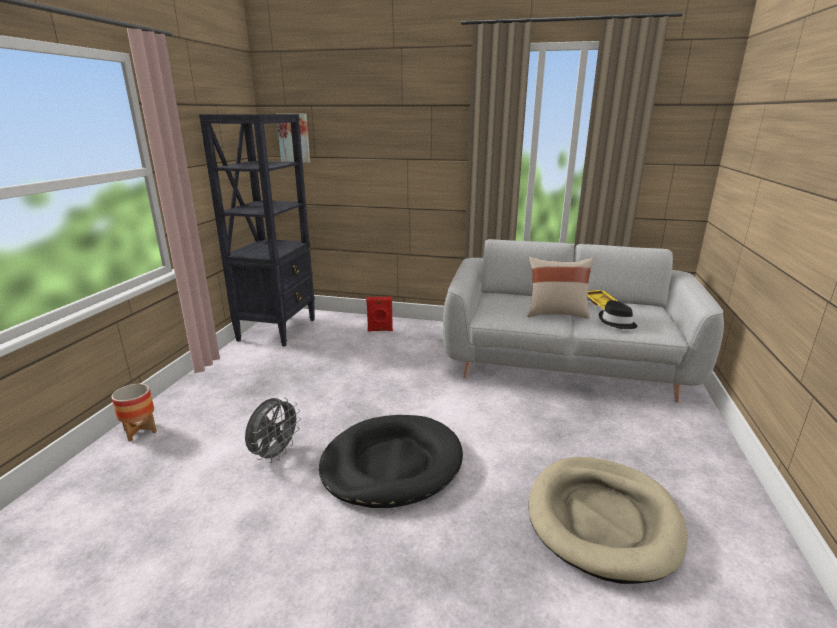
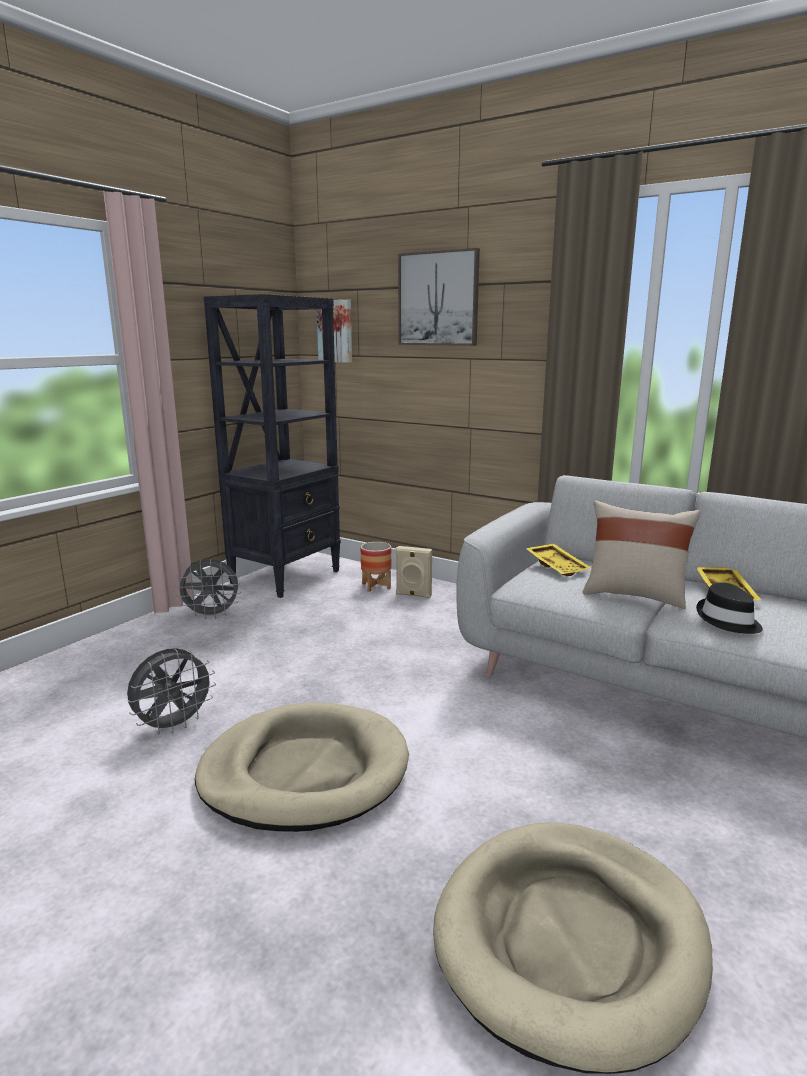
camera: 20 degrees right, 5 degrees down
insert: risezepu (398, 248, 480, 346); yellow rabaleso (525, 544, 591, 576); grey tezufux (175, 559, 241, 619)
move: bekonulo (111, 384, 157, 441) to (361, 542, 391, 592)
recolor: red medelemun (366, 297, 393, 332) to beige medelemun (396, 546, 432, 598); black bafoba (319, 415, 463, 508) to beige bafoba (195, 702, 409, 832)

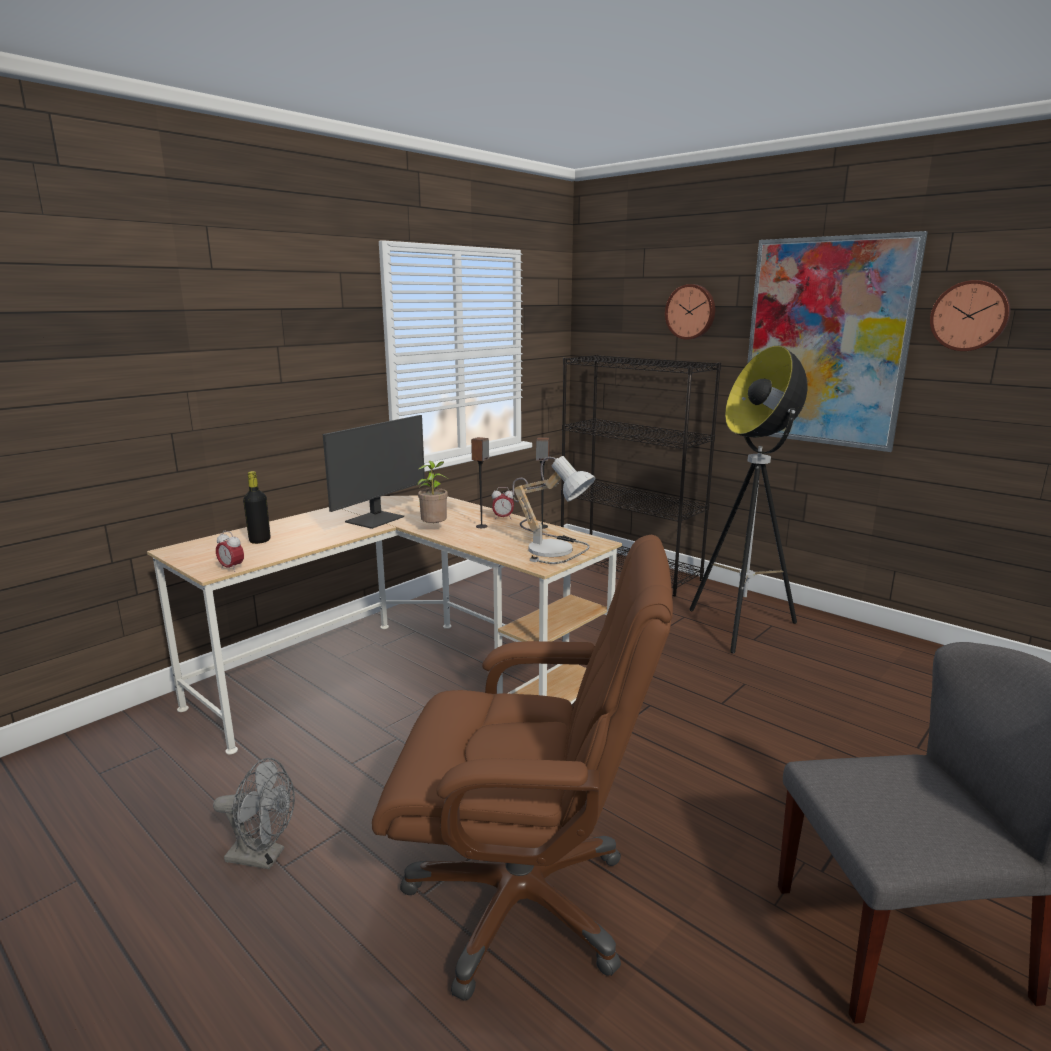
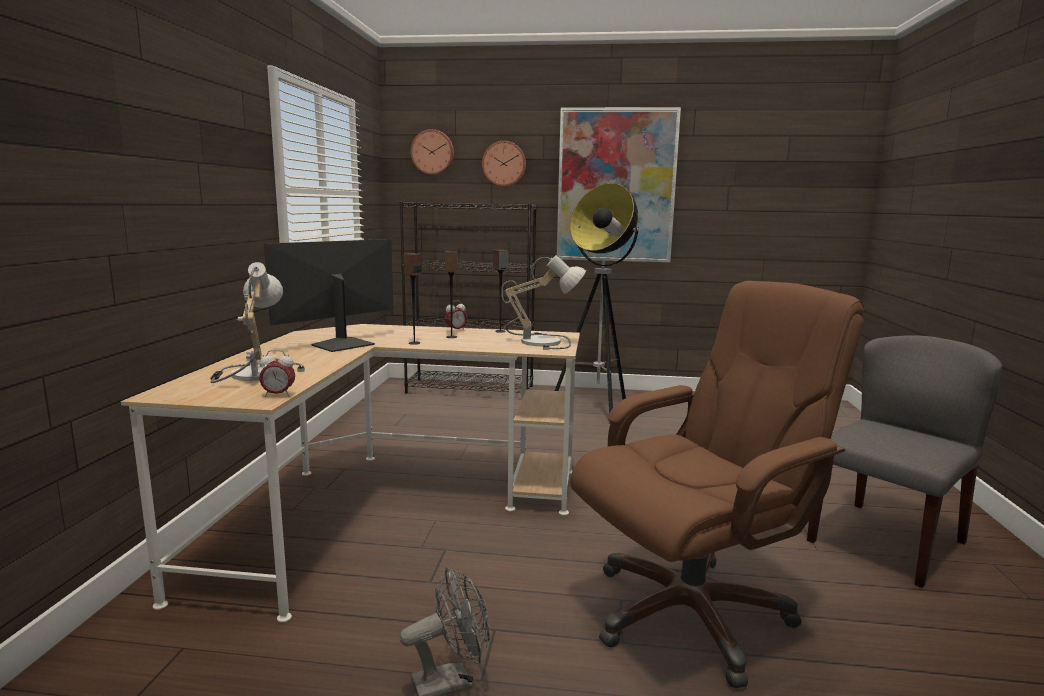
camera: 35 degrees left, 5 degrees down
move: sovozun (930, 280, 1010, 351) to (410, 129, 454, 175)
replace: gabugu (417, 461, 448, 523) to medelemun (403, 253, 422, 345); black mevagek (243, 471, 270, 544) to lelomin (211, 262, 305, 383)
rotate: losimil (323, 415, 425, 529) = (264, 239, 393, 352) 135 degrees counterclockwise

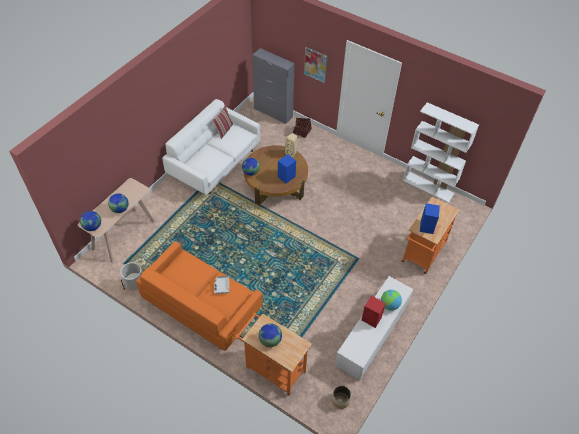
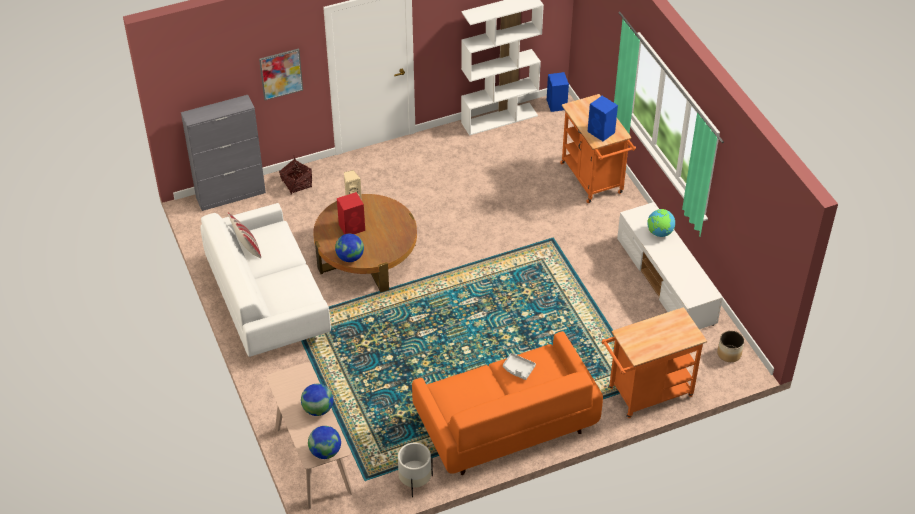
camera: 55 degrees left, 5 degrees down
delete: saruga (259, 323, 282, 347)
move: blue medelemun (278, 154, 296, 183) to (547, 72, 569, 112); red medelemun (362, 296, 386, 328) to (337, 192, 365, 234)

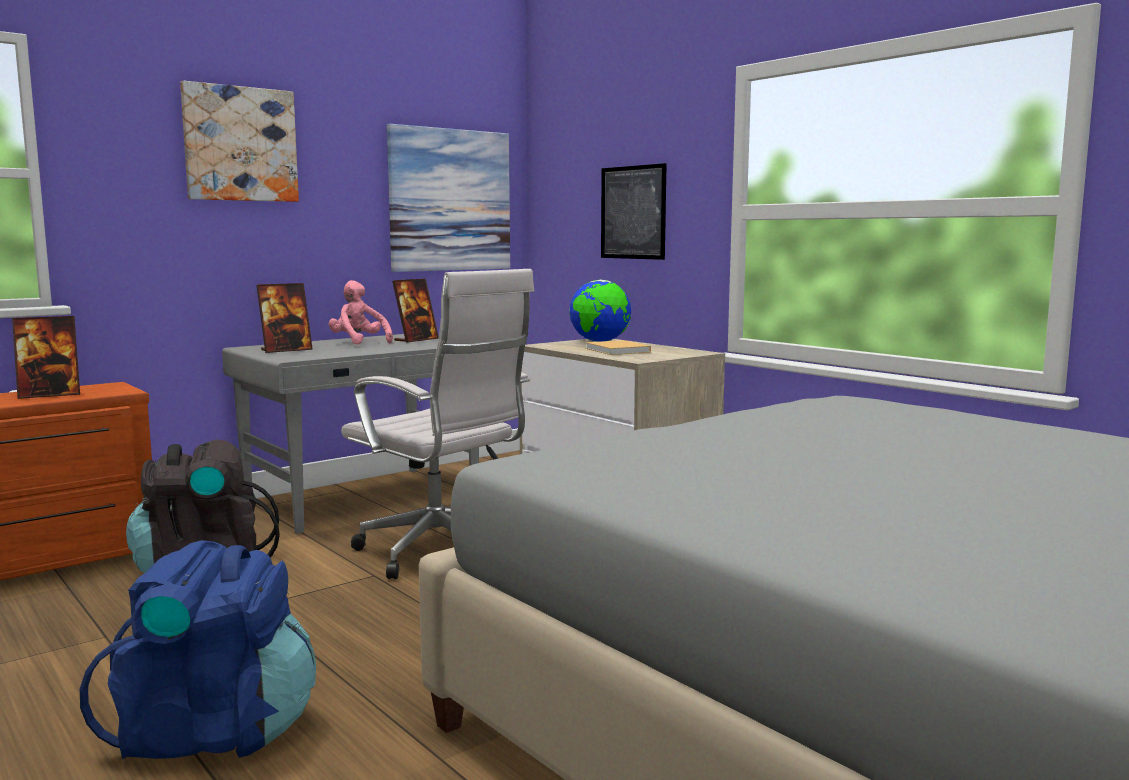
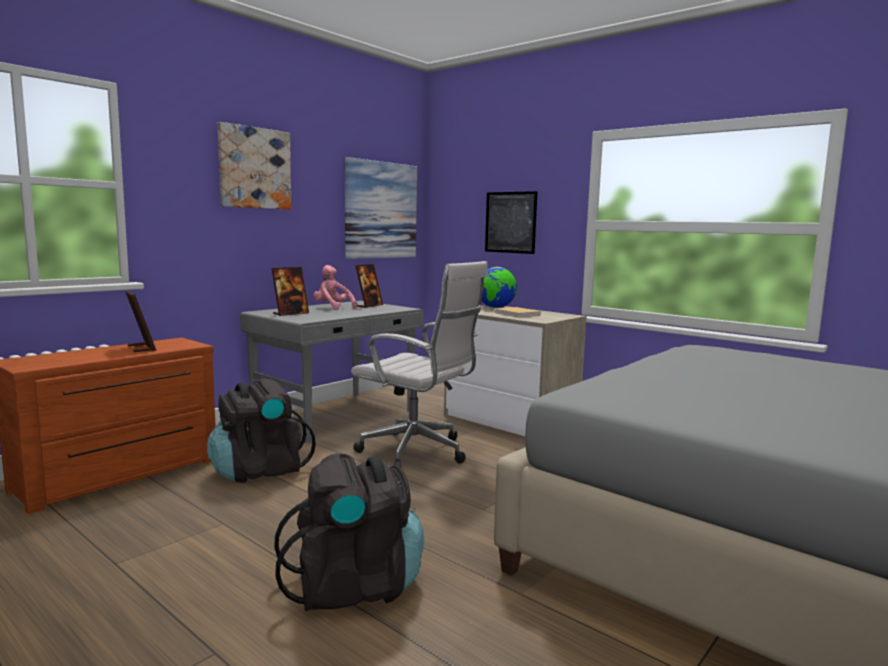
camera: 10 degrees left, 0 degrees up
recolor: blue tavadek (80, 540, 316, 759) to black tavadek (274, 453, 424, 612)
rotate: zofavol (12, 316, 80, 399) = (125, 291, 156, 352) 90 degrees counterclockwise

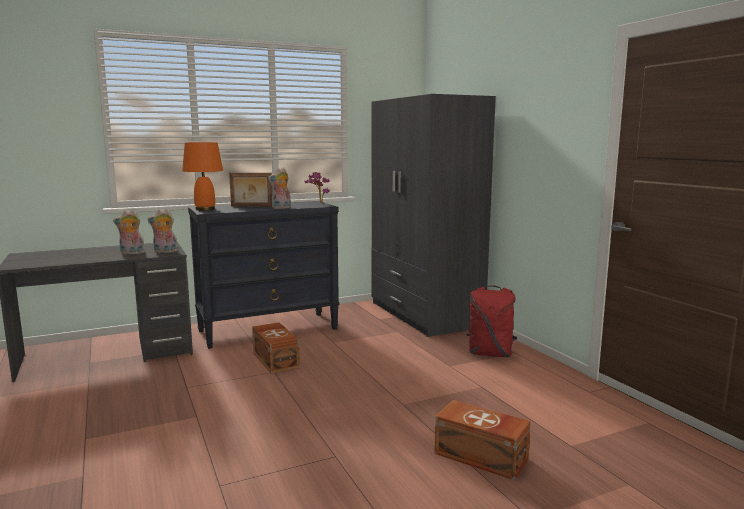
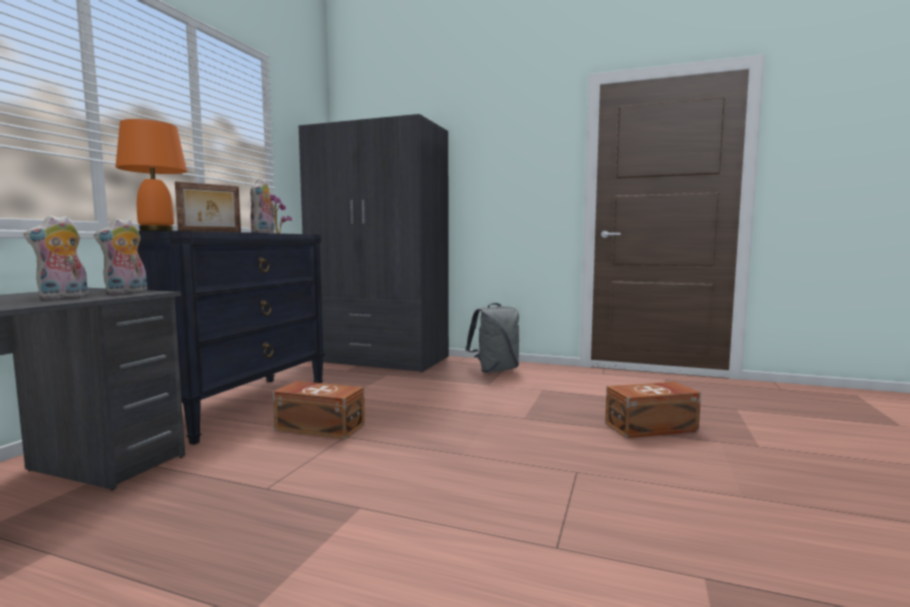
camera: 45 degrees left, 5 degrees down
recolor: red tavadek (467, 285, 517, 357) to grey tavadek (465, 303, 519, 373)

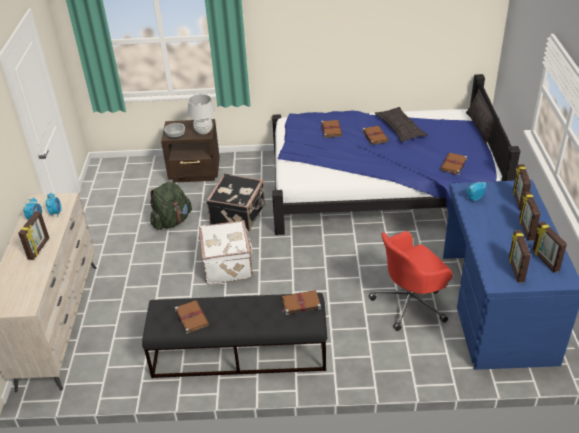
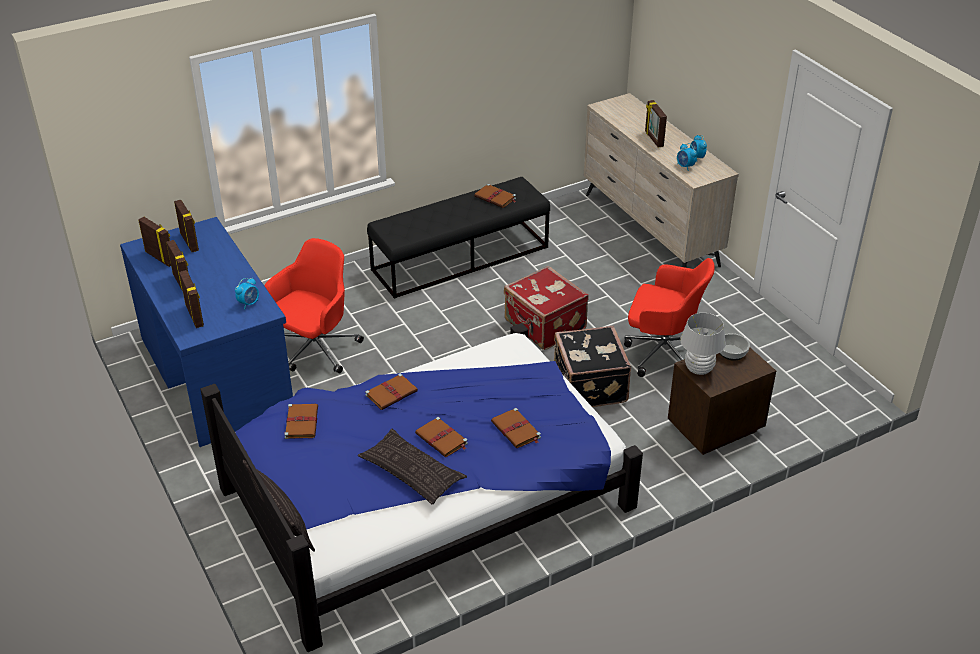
camera: 150 degrees right, 0 degrees up
move: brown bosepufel (282, 290, 321, 315) to (365, 373, 418, 410)
replace: green tavadek (150, 182, 192, 230) to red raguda (624, 258, 715, 377)
recolor: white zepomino (199, 220, 253, 285) to red zepomino (504, 266, 589, 350)

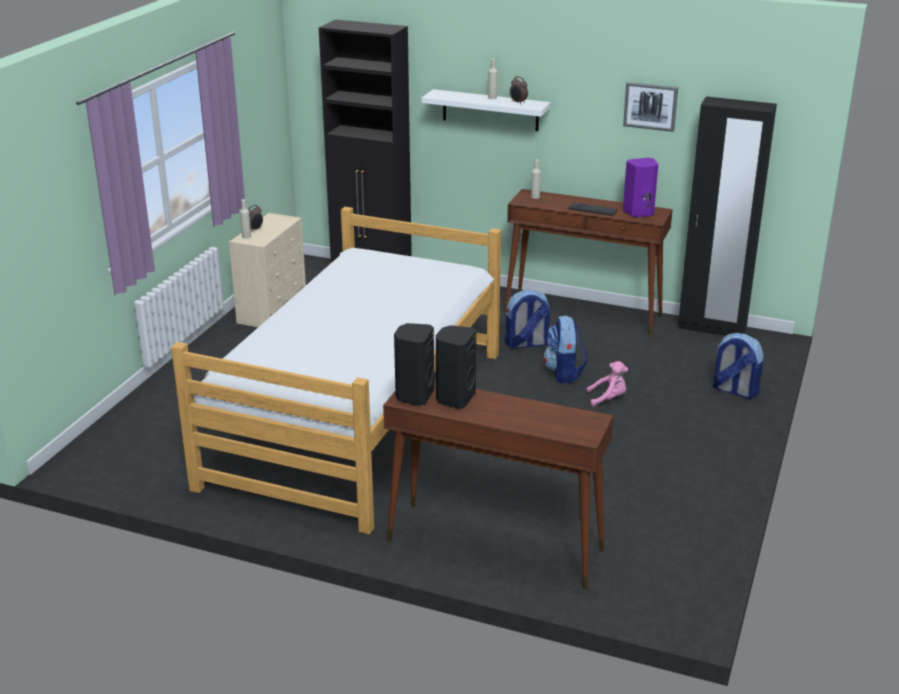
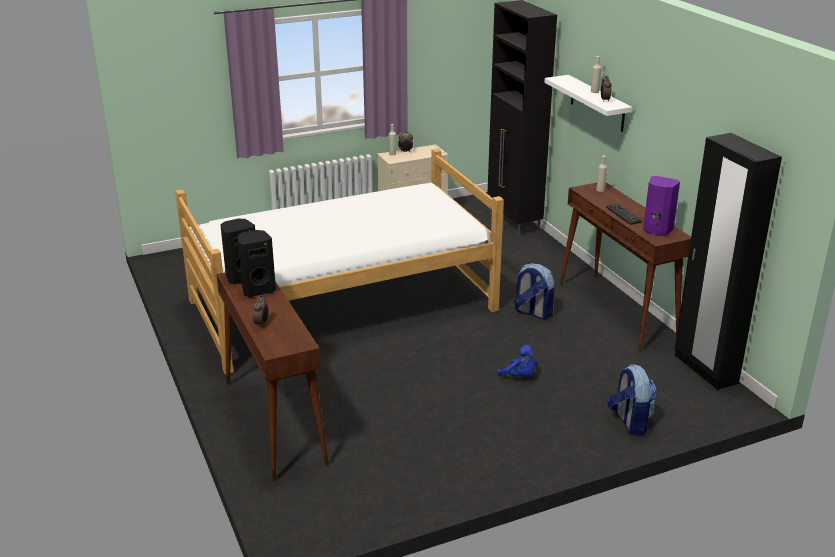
camera: 45 degrees right, 0 degrees up
delete: risezepu (623, 82, 678, 132); tavadek (543, 315, 588, 384)
insert: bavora (253, 295, 268, 328)
recolor: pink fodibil (587, 361, 628, 407) to blue fodibil (497, 345, 537, 377)

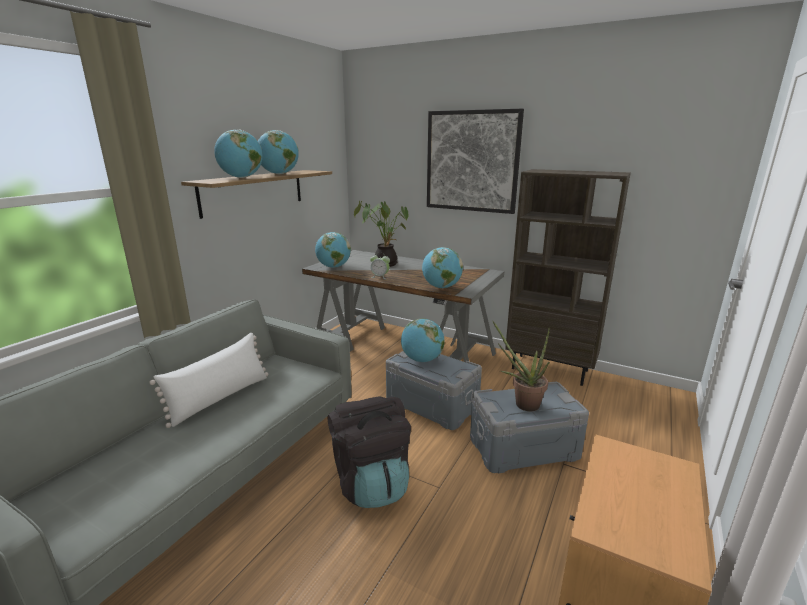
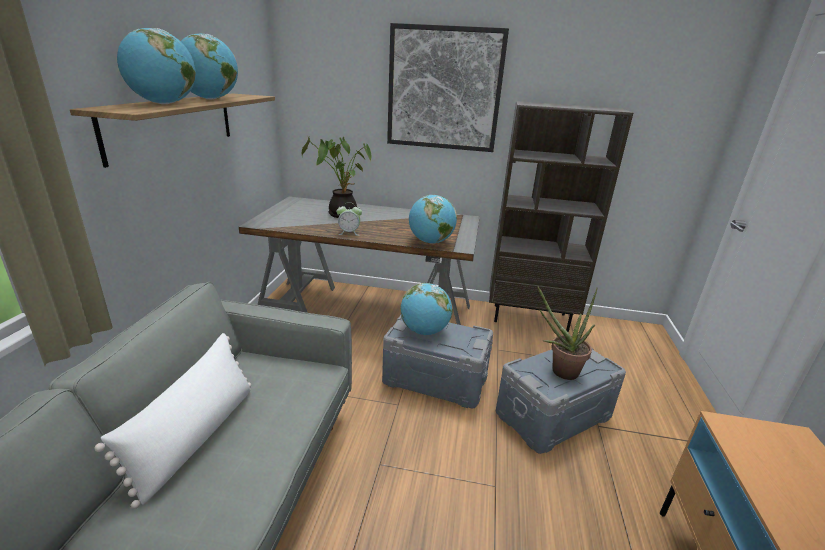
camera: 20 degrees left, 5 degrees up
delete: saruga (315, 232, 351, 268); black tavadek (328, 396, 411, 508)

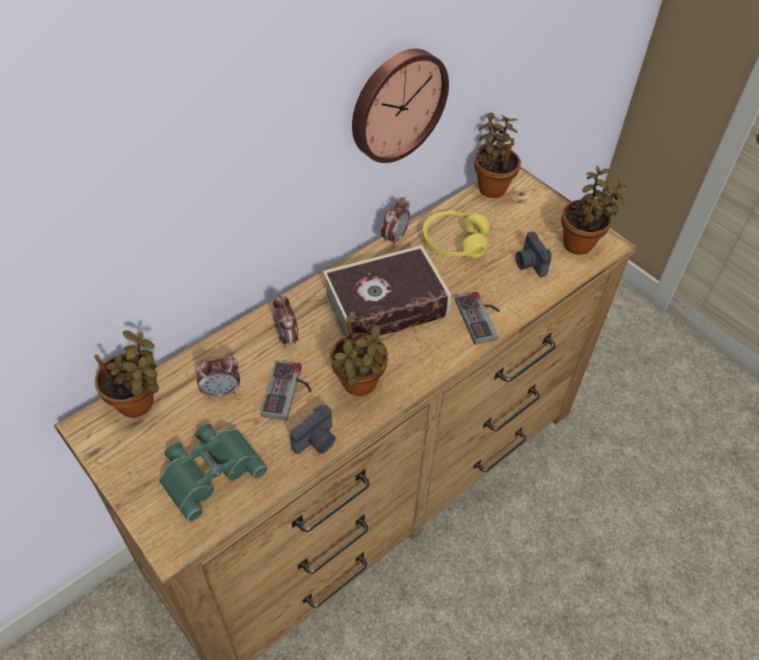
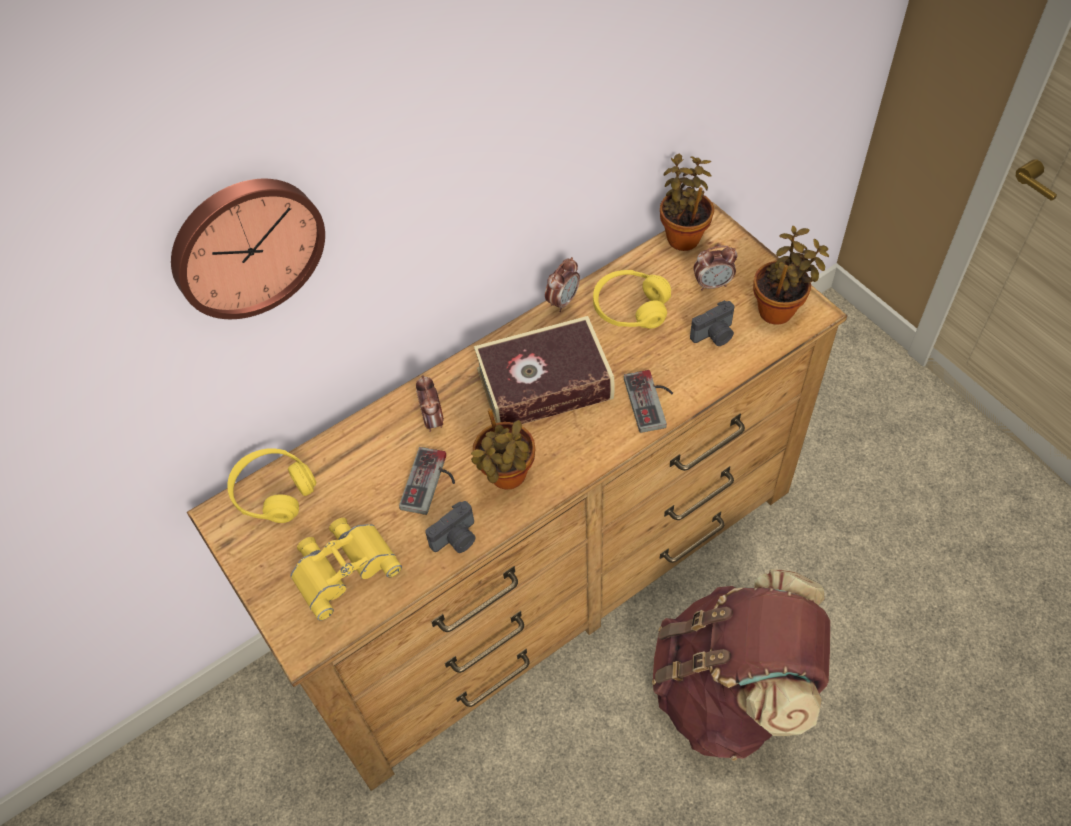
camera: 10 degrees right, 5 degrees up
insert: brown tavadek (652, 569, 830, 761)
move: sovozun (352, 49, 449, 163) to (171, 179, 325, 319); bavora (195, 356, 240, 399) to (693, 246, 737, 291)
replace: gabugu (94, 331, 159, 418) to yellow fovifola (228, 448, 316, 523)
recolor: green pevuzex (159, 424, 267, 522) to yellow pevuzex (290, 518, 402, 621)
rotate: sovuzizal (515, 231, 552, 277) = (690, 300, 735, 346) 105 degrees counterclockwise

